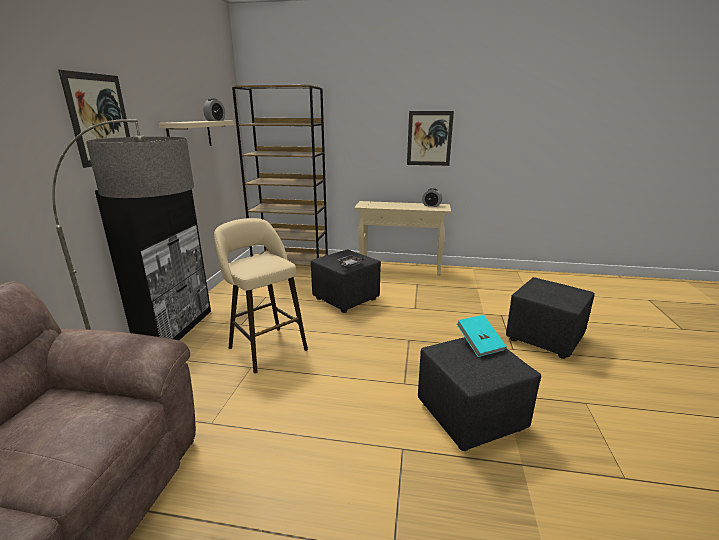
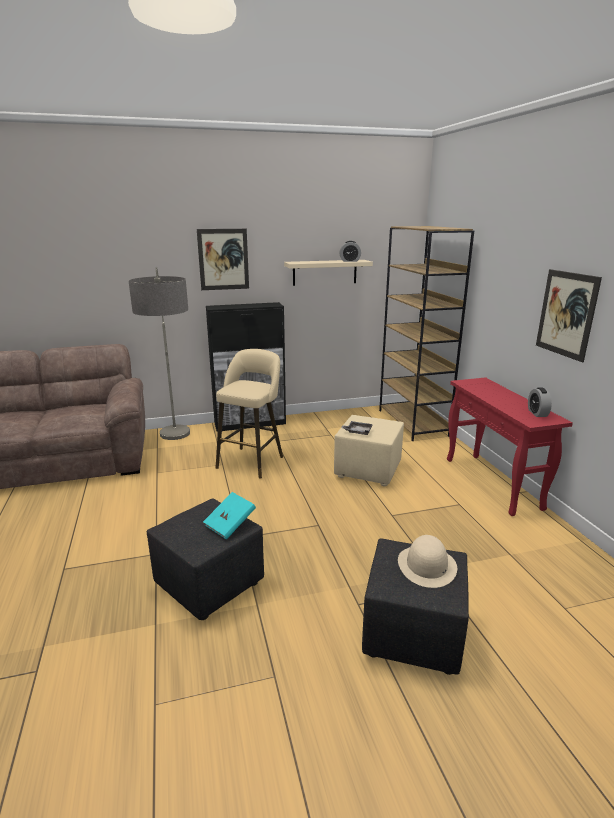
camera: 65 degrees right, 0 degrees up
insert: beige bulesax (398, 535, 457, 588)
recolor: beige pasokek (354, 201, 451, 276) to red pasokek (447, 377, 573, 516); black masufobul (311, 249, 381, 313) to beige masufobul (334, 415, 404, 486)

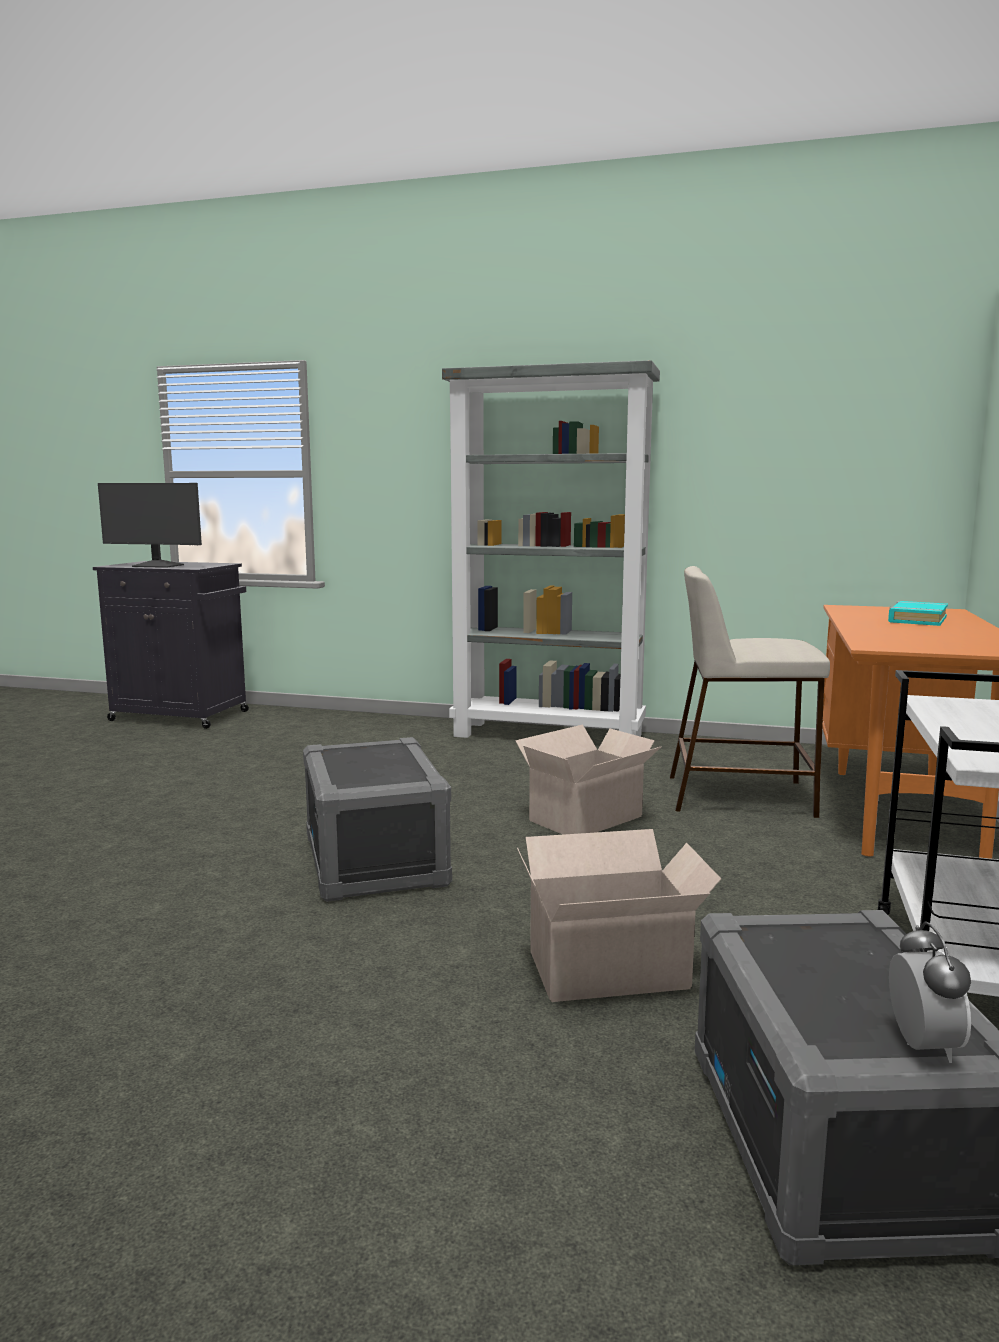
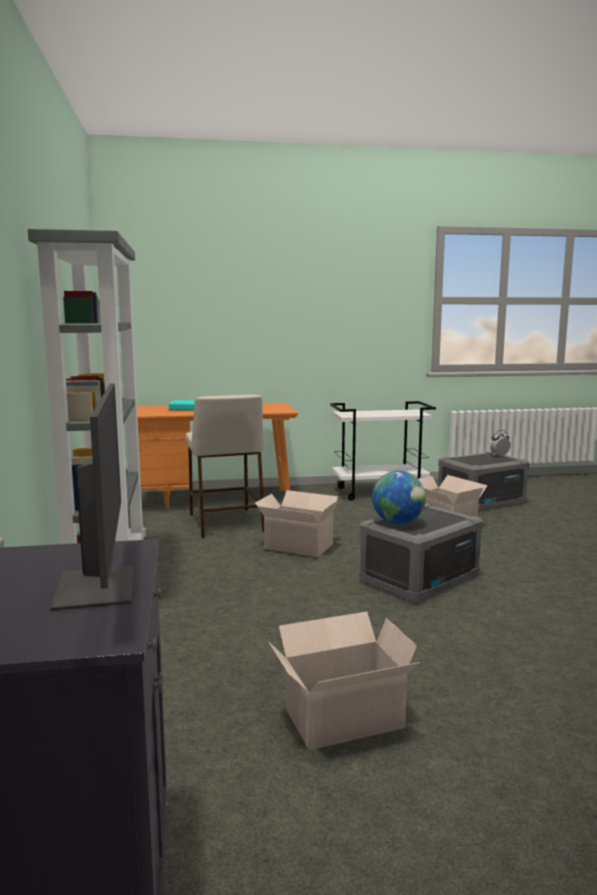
camera: 115 degrees left, 0 degrees up
insert: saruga (372, 471, 426, 524); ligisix (269, 612, 420, 750)

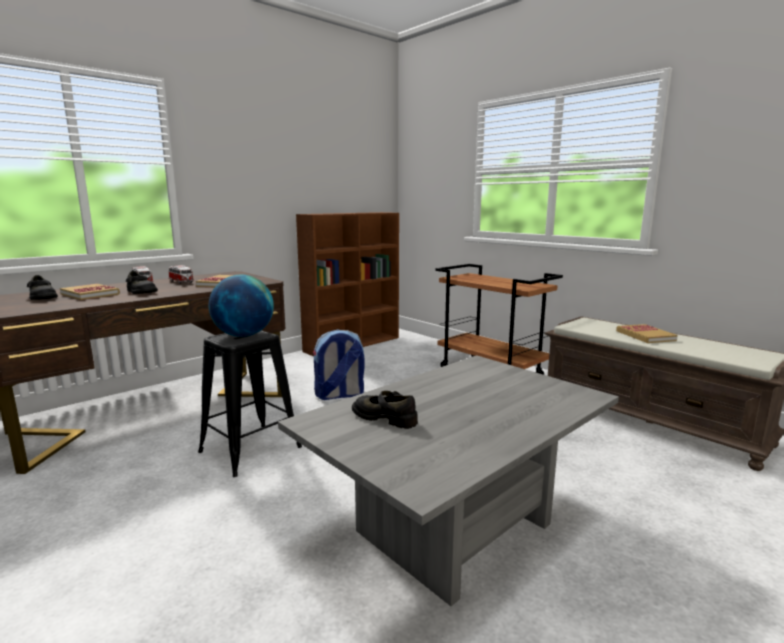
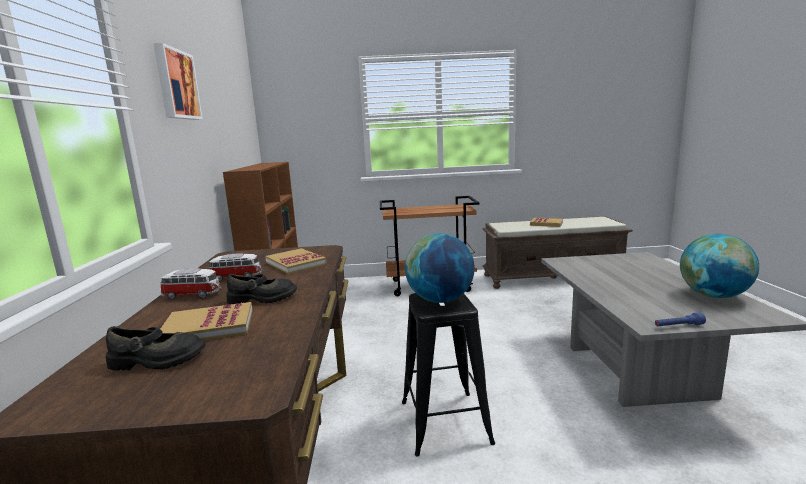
camera: 50 degrees left, 0 degrees up
delete: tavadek (313, 330, 365, 400); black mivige (352, 391, 418, 429)
insert: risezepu (153, 43, 203, 120); saruga (680, 234, 759, 298); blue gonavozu (655, 313, 706, 326)

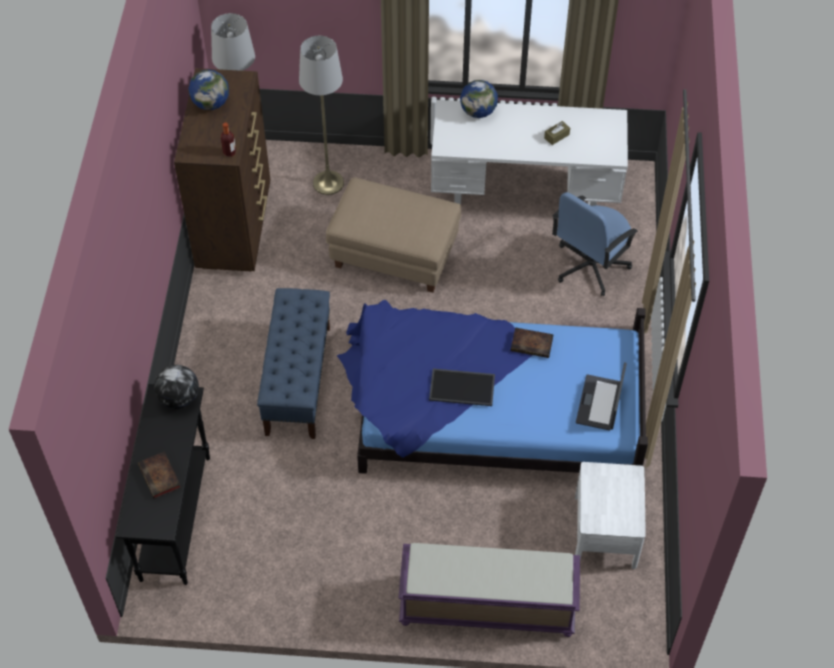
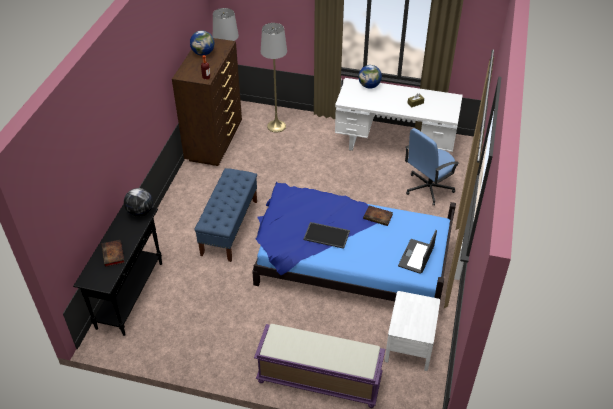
camera: 10 degrees right, 10 degrees down
delete: beige masufobul (326, 178, 461, 293)

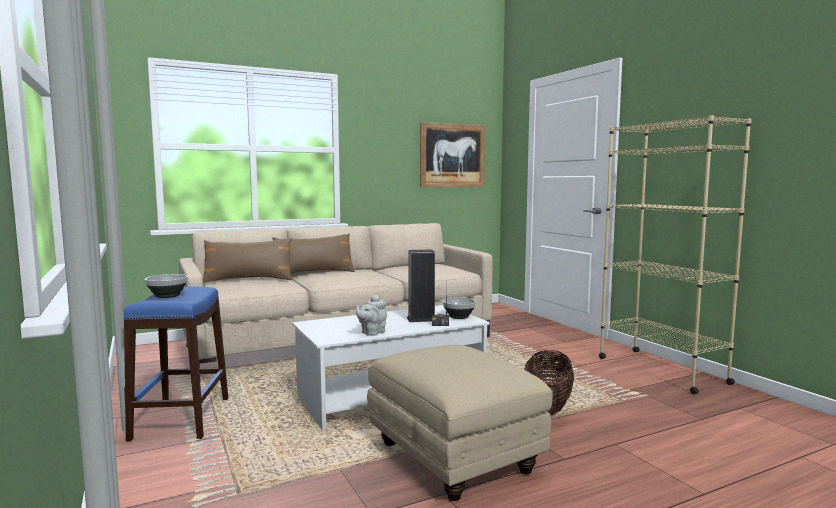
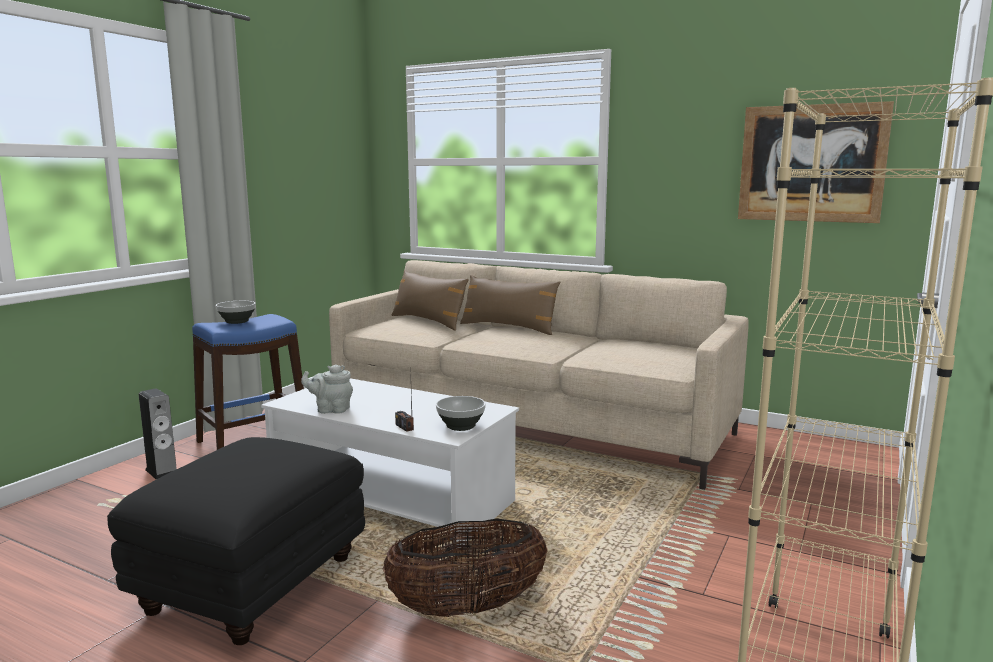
camera: 55 degrees right, 5 degrees up
move: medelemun (407, 250, 435, 322) to (139, 389, 177, 480)
recolor: beige masufobul (367, 345, 553, 501) to black masufobul (108, 437, 365, 645)

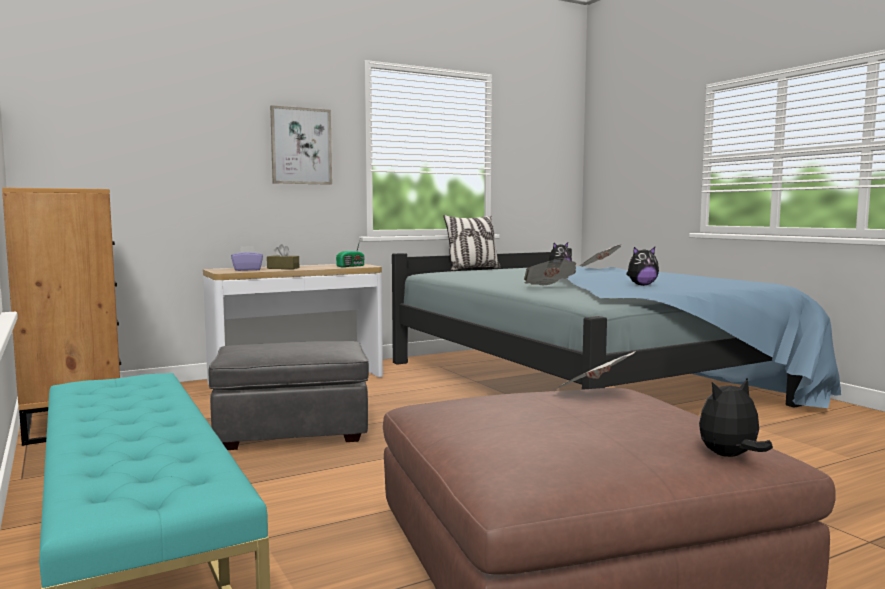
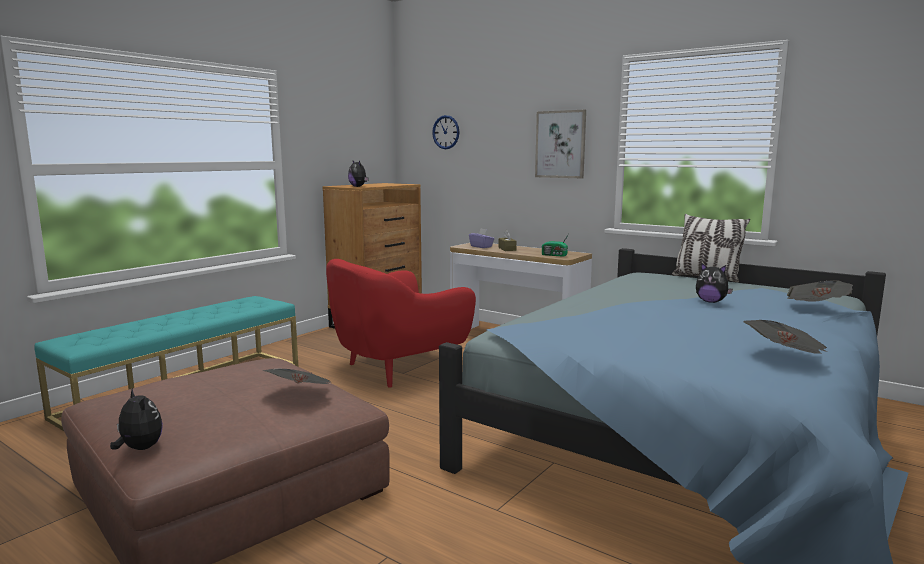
camera: 65 degrees right, 5 degrees up
insert: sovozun (432, 115, 459, 149)
move: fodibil (626, 247, 659, 286) to (348, 160, 368, 187); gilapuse (524, 258, 576, 285) to (744, 320, 827, 354)
replace: grey masufobul (208, 341, 369, 450) to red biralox (326, 259, 476, 388)

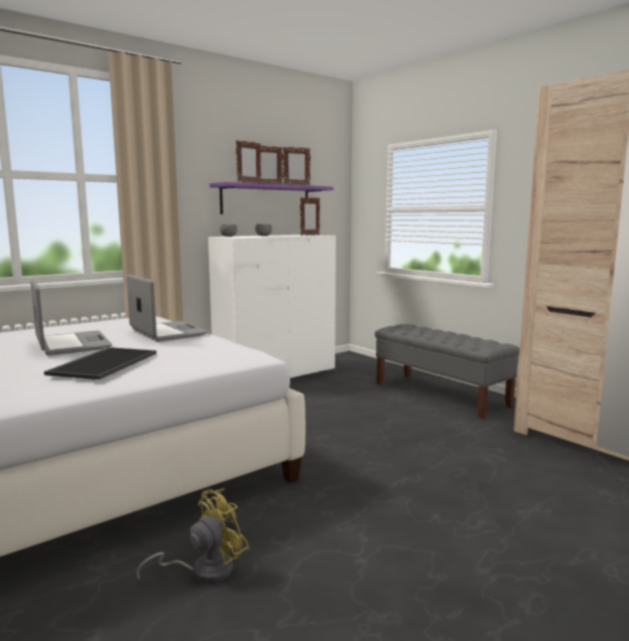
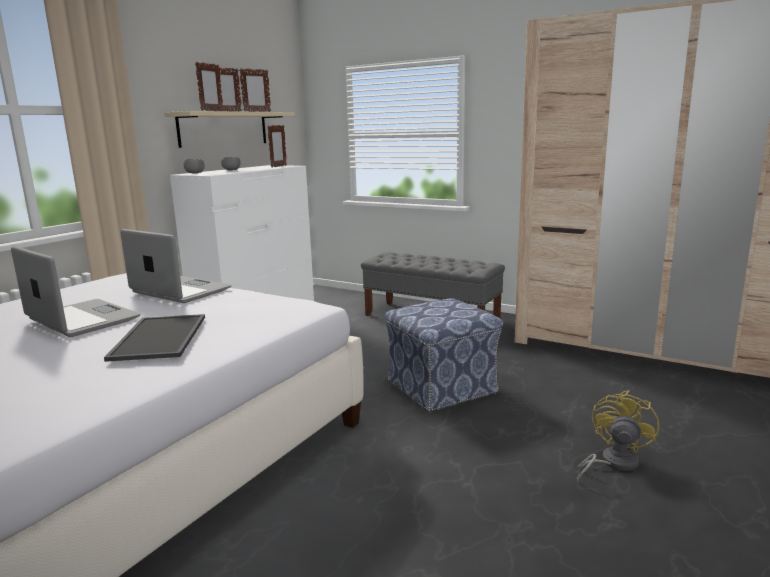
camera: 20 degrees left, 5 degrees up
insert: masufobul (385, 298, 503, 413)
move: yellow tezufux (136, 488, 249, 583) to (577, 390, 659, 482)
recolor: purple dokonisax (210, 182, 334, 214) to beige dokonisax (164, 111, 295, 148)

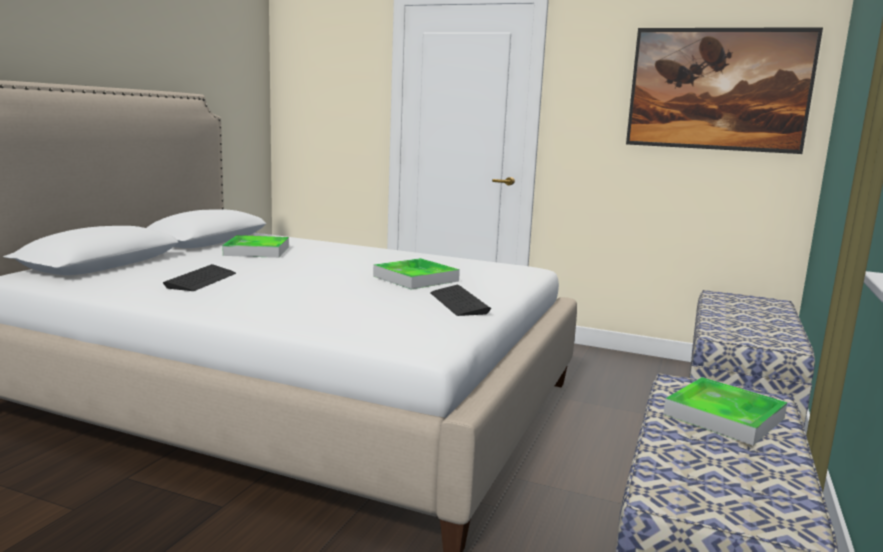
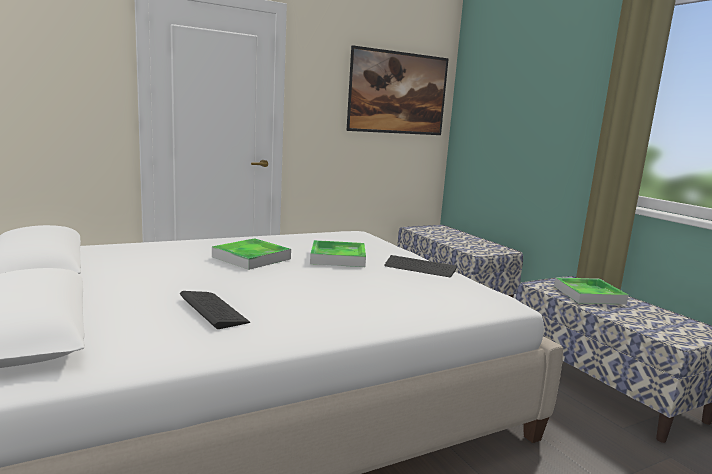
camera: 50 degrees left, 0 degrees up
move: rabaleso (222, 235, 289, 258) to (212, 238, 291, 270)

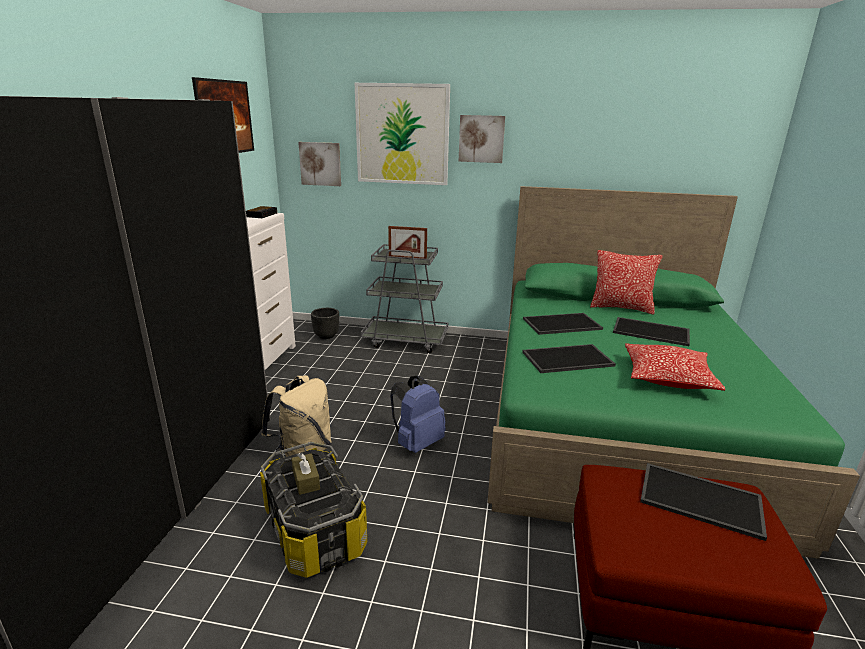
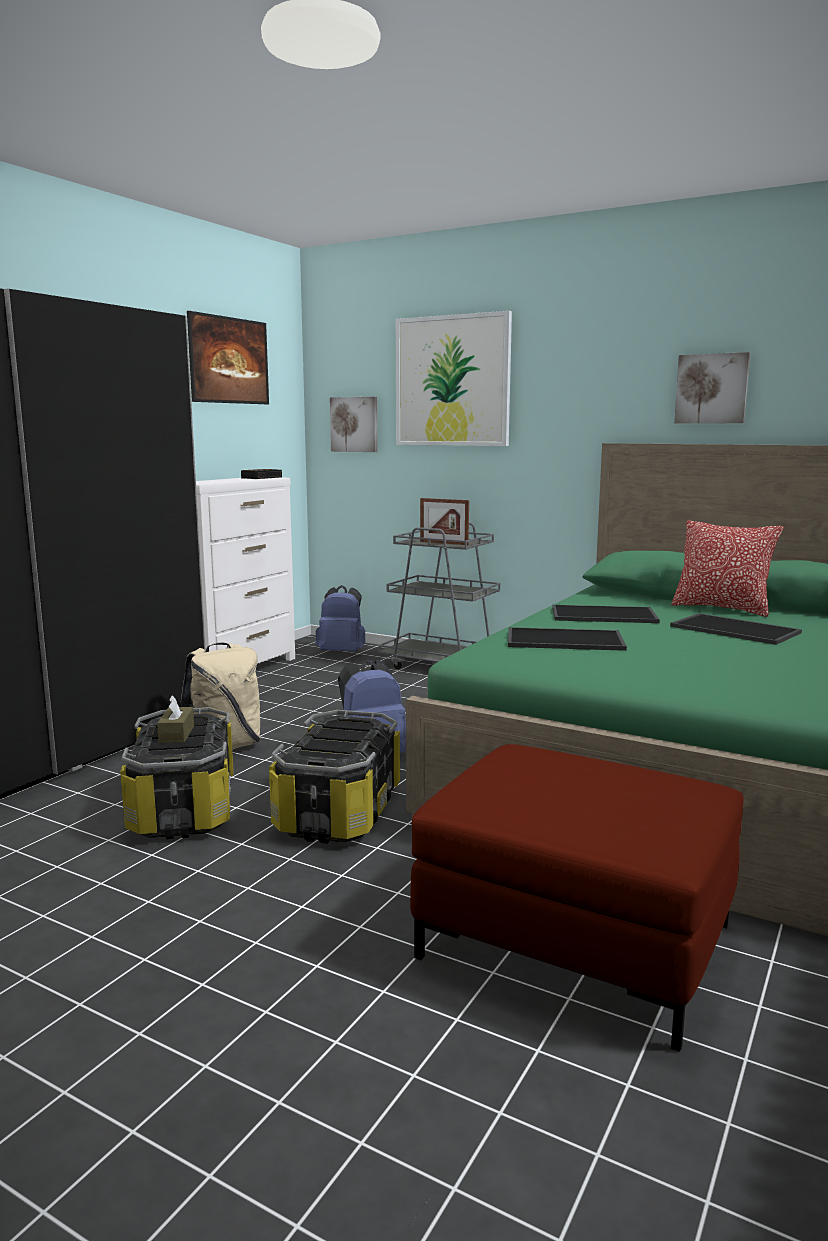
camera: 20 degrees right, 10 degrees down
delete: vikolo (625, 343, 725, 391); rabaleso (640, 463, 767, 541)
insert: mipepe (269, 710, 400, 844)
move: risezepu (459, 115, 505, 163) to (674, 352, 750, 423)
replace: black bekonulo (311, 308, 339, 339) to blue tavadek (316, 585, 365, 651)

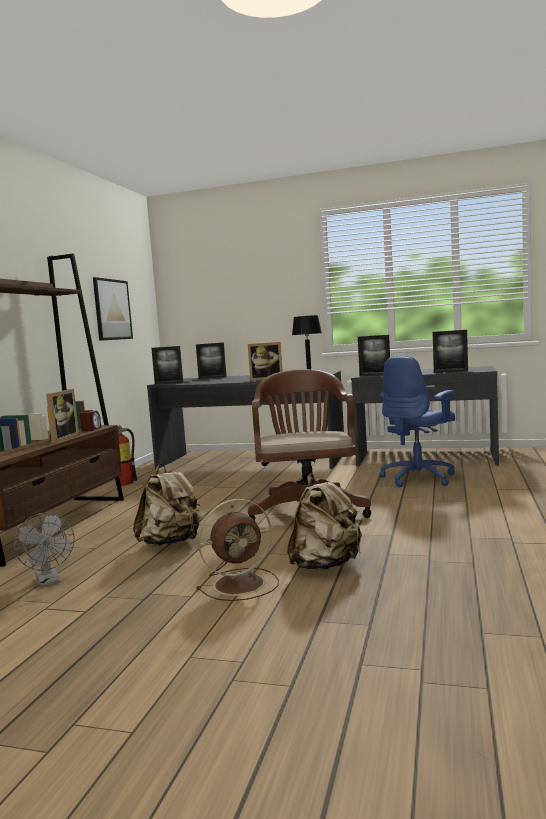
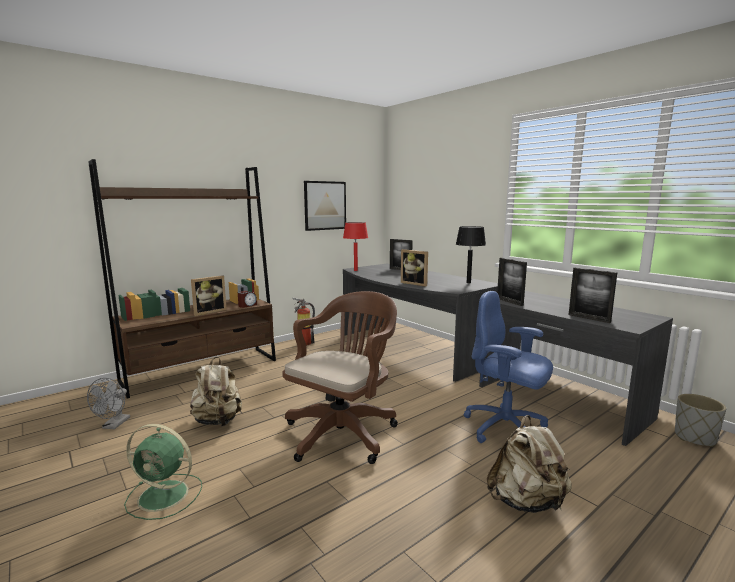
camera: 35 degrees right, 5 degrees up
insert: grey bekonulo (675, 394, 727, 447)
move: beige tavadek (287, 473, 362, 570) to (487, 415, 572, 513)
replace: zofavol (151, 346, 183, 385) to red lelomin (343, 222, 368, 271)
recolor: brown tezufux (196, 499, 279, 601) to green tezufux (124, 424, 202, 520)
rotate: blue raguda (379, 356, 457, 488) = (464, 291, 553, 443) 45 degrees clockwise

